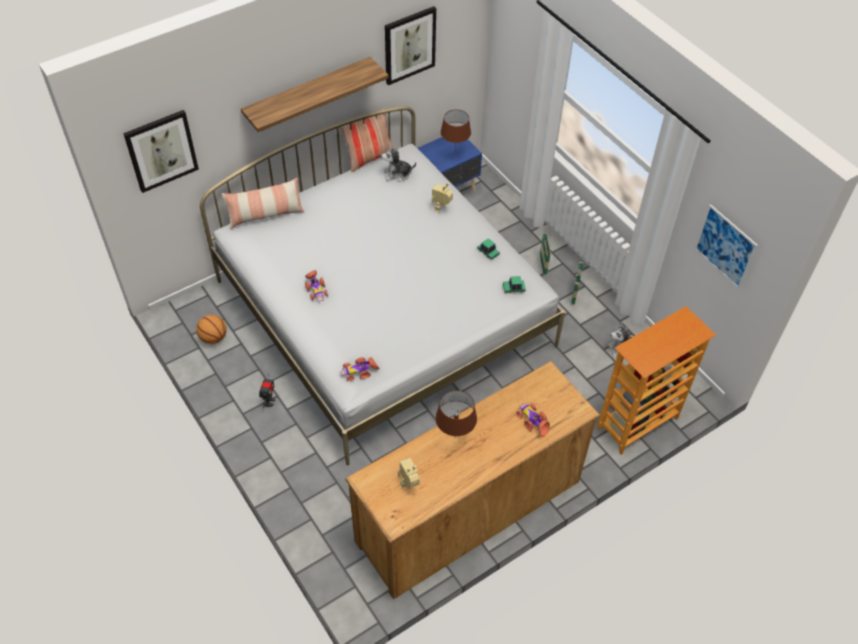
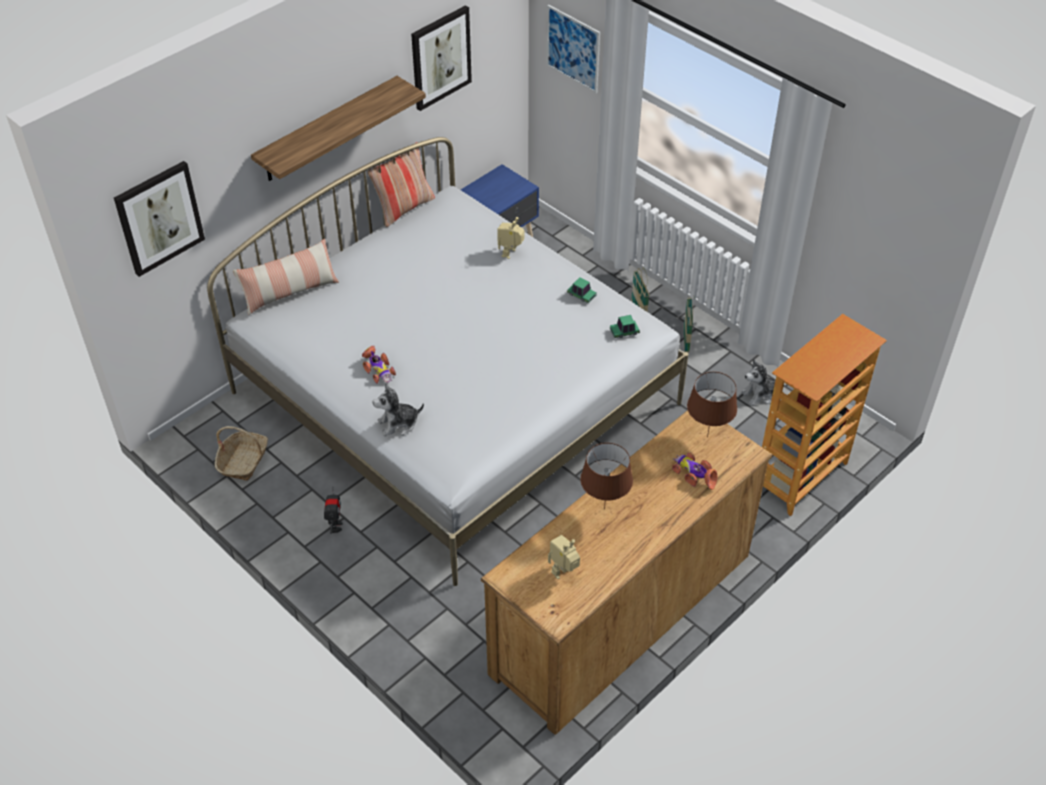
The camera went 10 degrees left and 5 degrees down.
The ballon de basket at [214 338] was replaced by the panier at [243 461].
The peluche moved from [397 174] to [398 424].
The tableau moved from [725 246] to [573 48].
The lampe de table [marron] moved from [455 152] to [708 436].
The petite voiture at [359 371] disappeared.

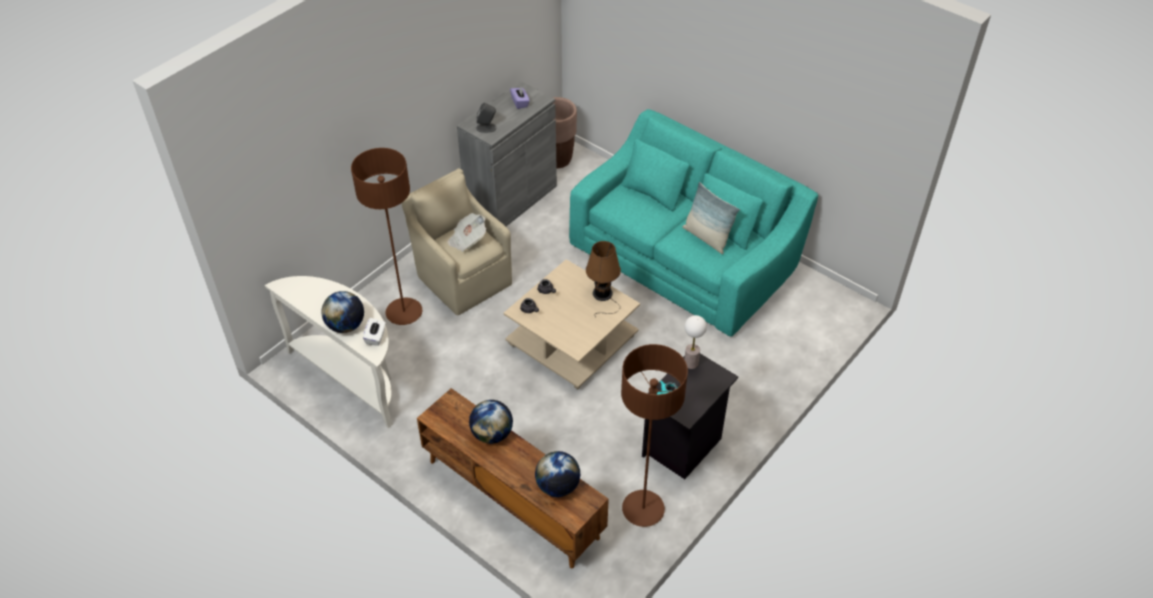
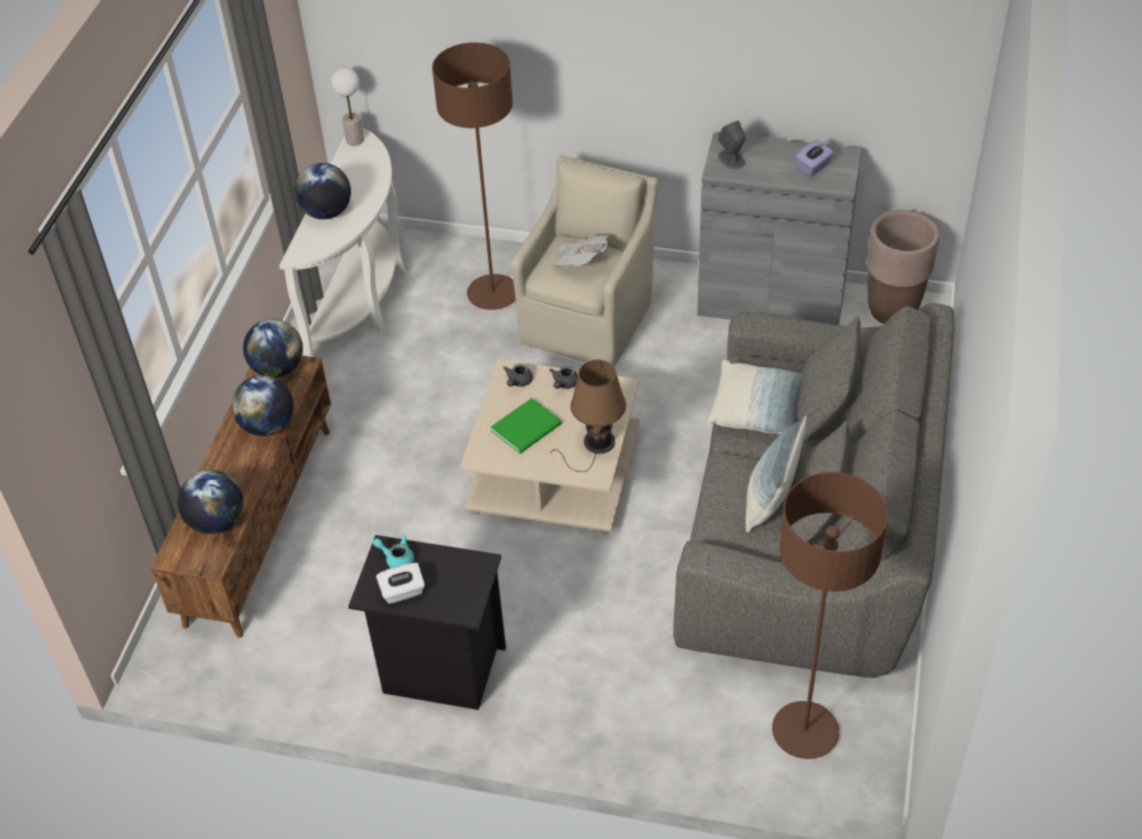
The camera went 65 degrees right and 0 degrees up.
The globe at [277 368] appeared.
The lampe de table moved from [691 363] to [355 140].
The boîte à mouchoirs [blanc] moved from [376 337] to [402 592].
The livre [vert] at [528 427] appeared.
The canapé [turquoise] at [684 256] became the canapé [gris] at [810 531].
The coussin at [757 409] appeared.
The lampadaire [marron] moved from [643 509] to [805 732].

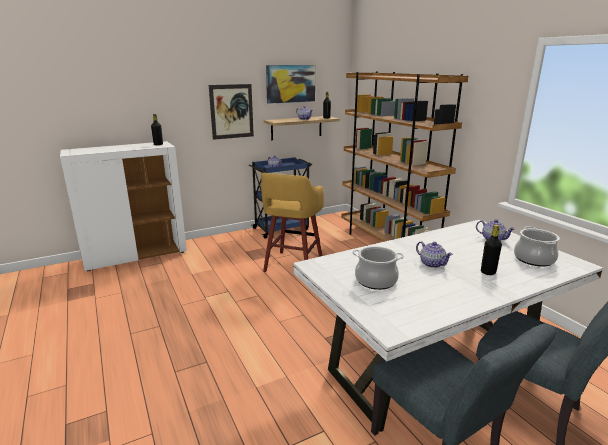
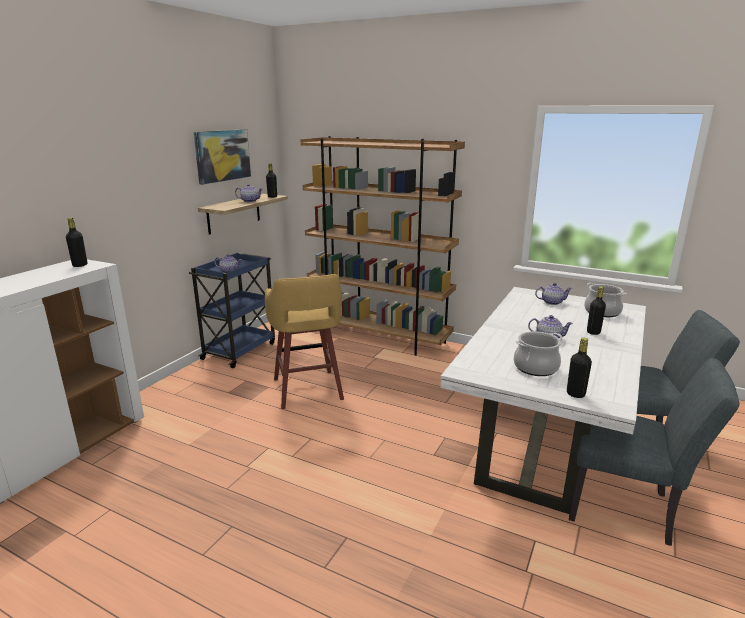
The camera went 35 degrees left and 0 degrees up.
The bouteille [noir] at [575 394] appeared.
The tableau at [231 111] disappeared.

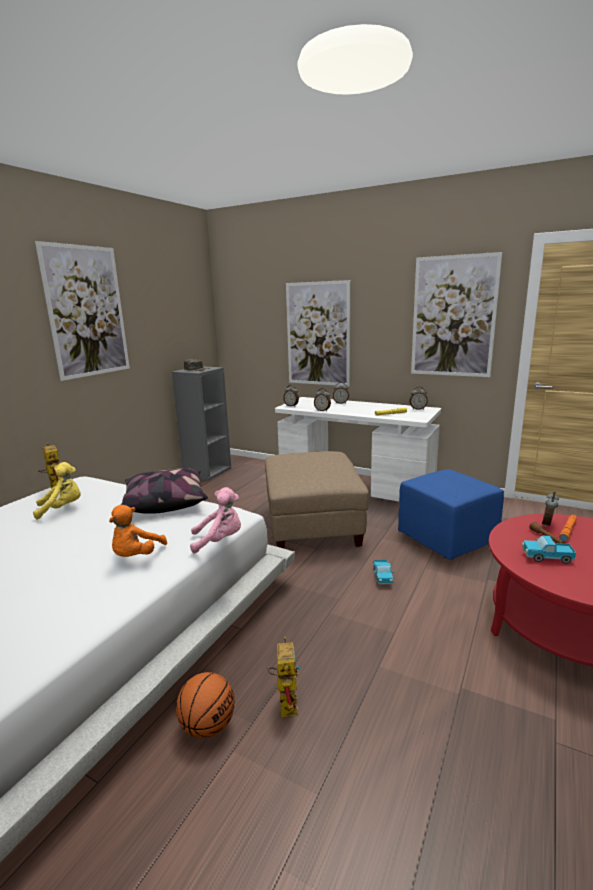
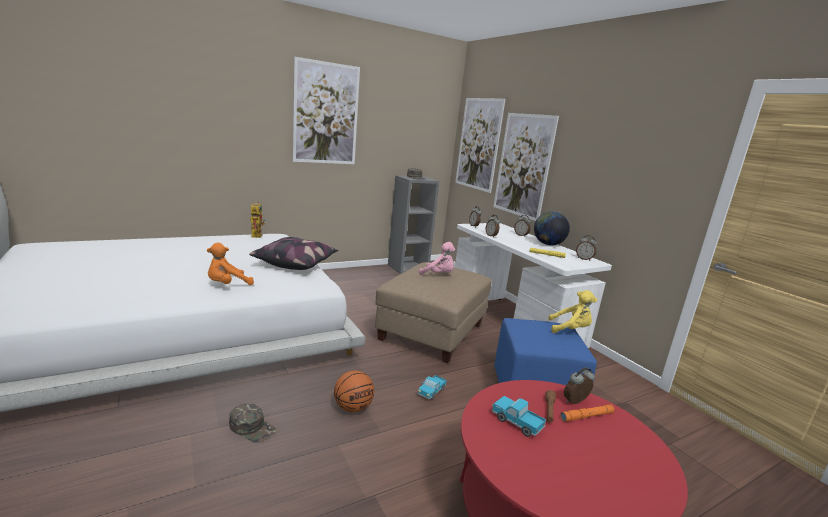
The camera went 30 degrees right and 0 degrees up.
The robot jouet at [285 701] was replaced by the casquette [vert] at [252 427].
The ballon de basket moved from [208 726] to [353 408].
The peluche [rose] moved from [219 541] to [438 275].
The tableau moved from [453 317] to [478 144].
The globe at [548 244] appeared.
The peluche [jaune] moved from [62 509] to [570 329].

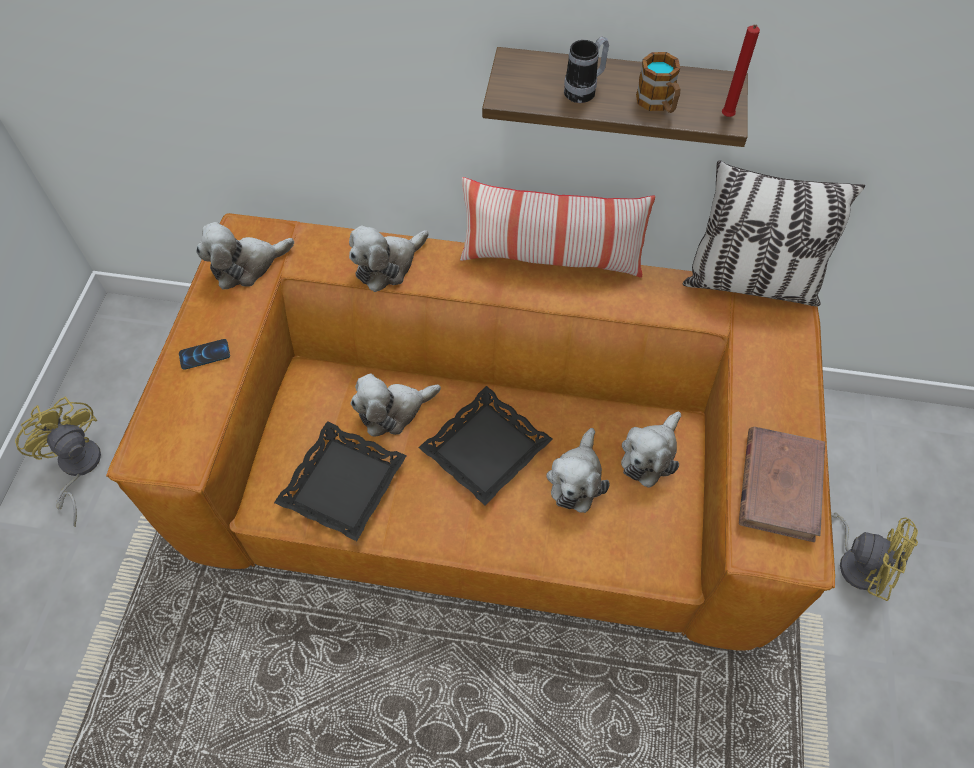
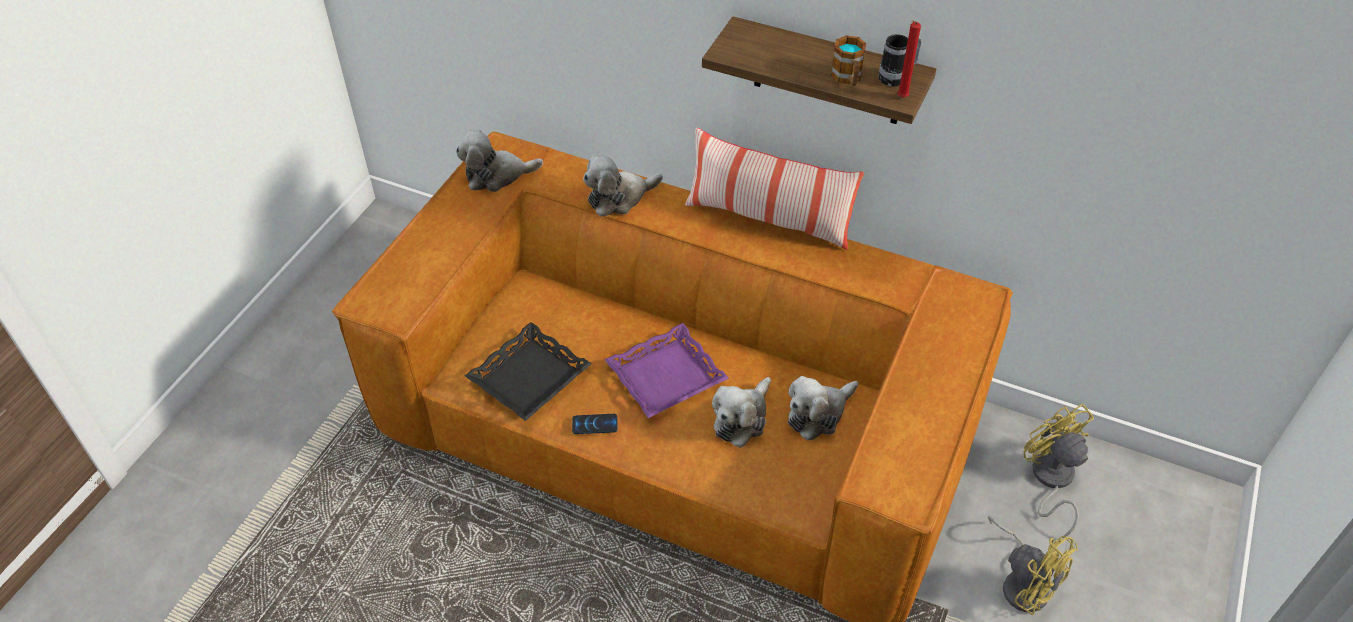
The camera went 15 degrees right and 10 degrees down.
The téléphone moved from [204 355] to [594 424].
The plateau [noir] at [485 448] became the plateau [violet] at [666 376].
The mug moved from [584 91] to [897 77].
The ventilateur [jaune] moved from [77 468] to [1050 480].
The peluche at [393 411] disappeared.
The coussin at [750 283] disappeared.
The livre [marron] at [779 485] disappeared.

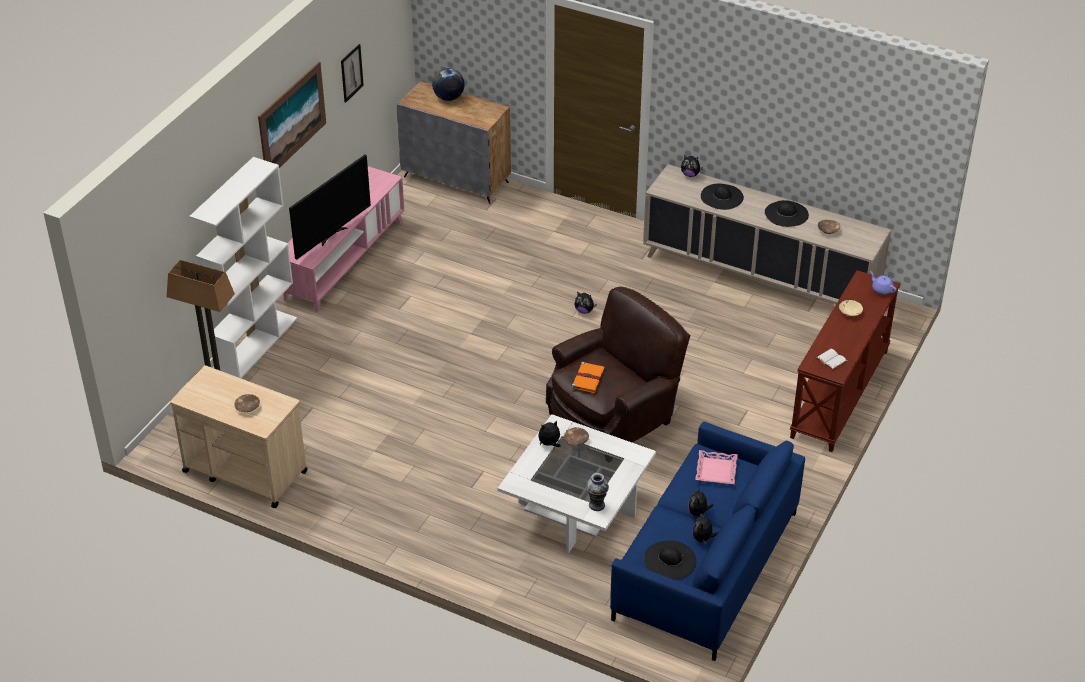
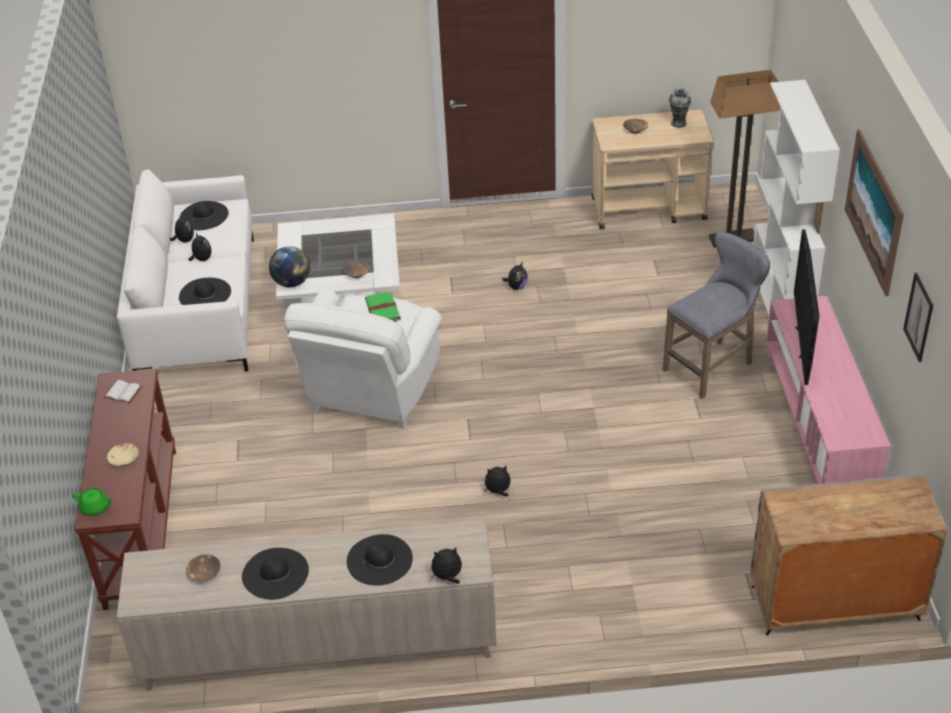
The camera went 150 degrees right and 0 degrees up.
The théière [violet] at [881 289] became the théière [vert] at [95 508].
The canapé [bleu] at [705 565] became the canapé [blanc] at [198 306].
The plateau [rose] at [715 470] was replaced by the chapeau [noir] at [205 294].
The globe moved from [448 98] to [292 283].
The fauteuil [marron] at [614 416] became the fauteuil [blanc] at [371 392].
The livre [orange] at [588 378] became the livre [vert] at [383 310].
The peluche moved from [549 444] to [516 287].
The tabouret [gris] at [713 366] appeared.
The vase moved from [597 505] to [678 123].

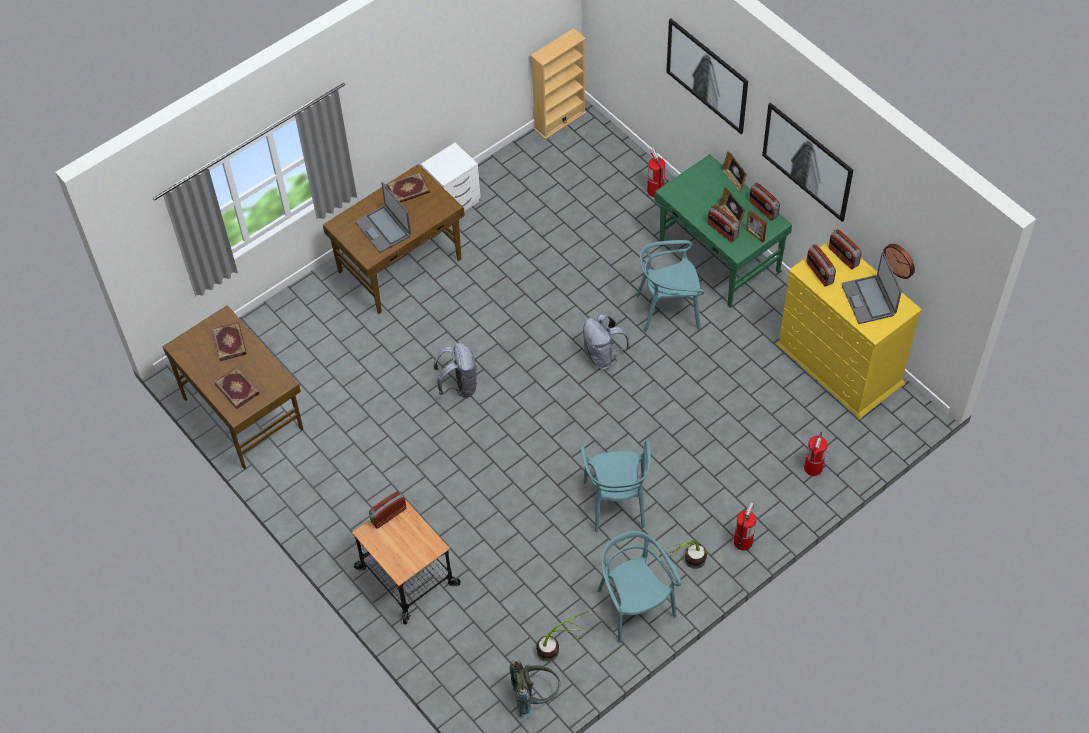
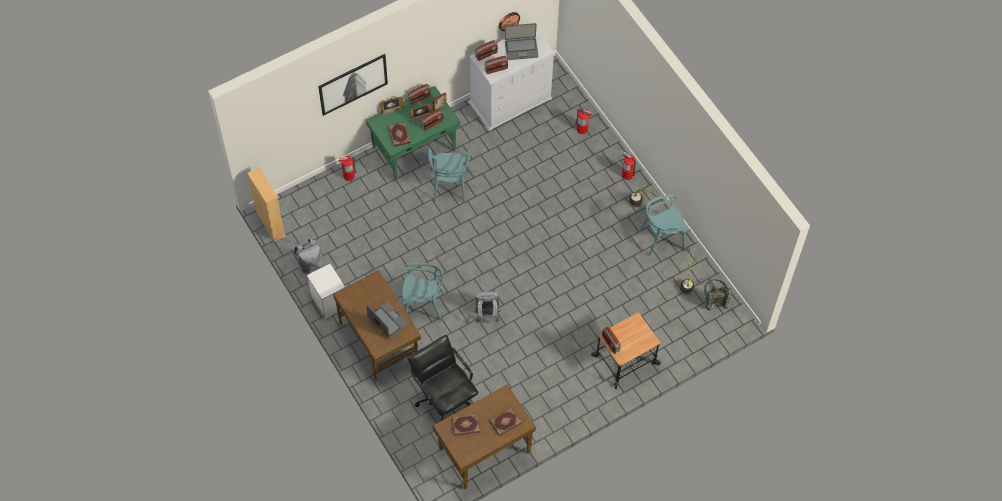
The camera went 85 degrees left and 5 degrees up.
The sac à dos [gris] moved from [603 356] to [310 264].
The ordinateur portable at [384 229] turned 105 degrees counterclockwise.
The livre moved from [408 190] to [399 135].
The chaise [turquoise] moved from [616 503] to [422 305].
The chaise de bureau [noir] at [443 397] appeared.
The commode [jaune] at [840 365] became the commode [blanc] at [510 100].
The tableau at [807 161] disappeared.

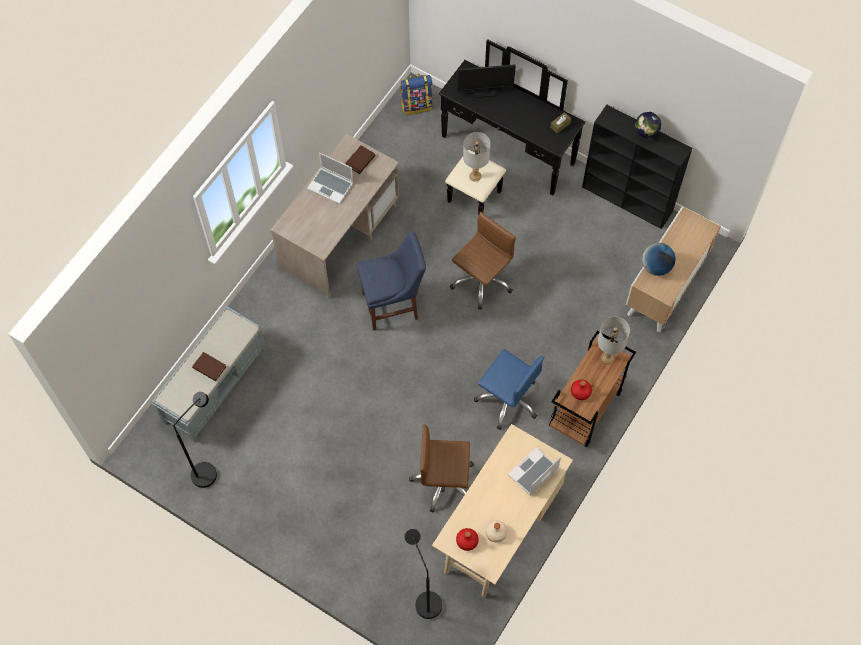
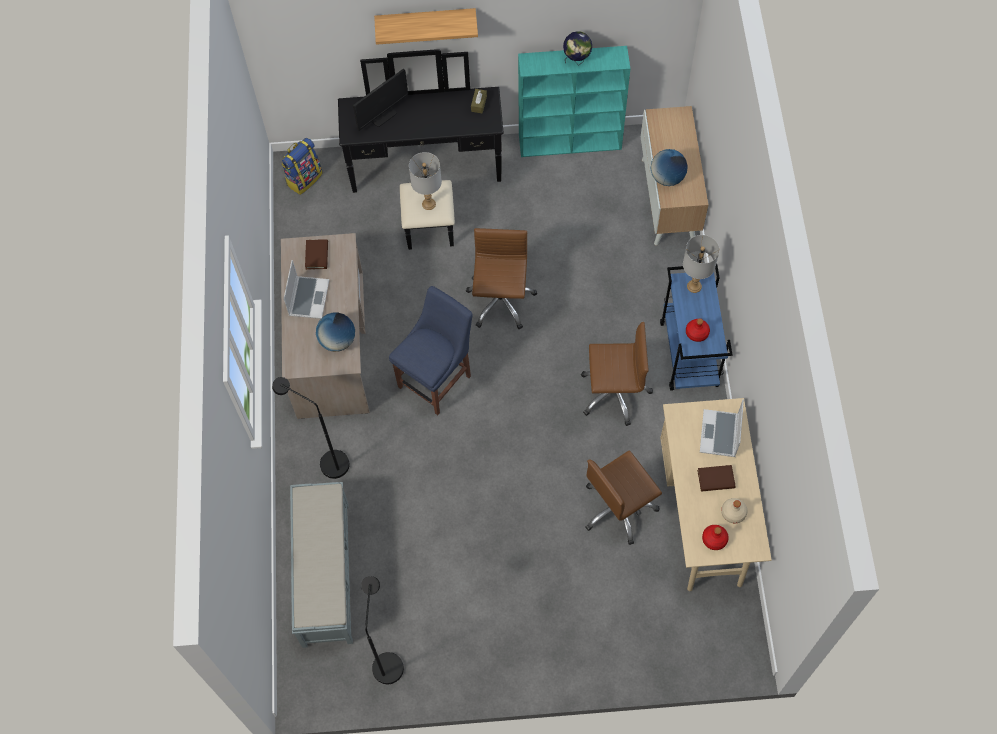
The camera went 35 degrees left and 0 degrees up.
The lampadaire [noir] moved from [424 598] to [327 462].
The ordinateur portable at [331 186] turned 75 degrees counterclockwise.
The globe at [337 341] appeared.
The étagère at [425 21] appeared.
The bibliothèque [noir] at [628 199] became the bibliothèque [turquoise] at [571 142].
The chaise de bureau [bleu] at [508 399] became the chaise de bureau [marron] at [614 392].
The chariot [marron] at [585 410] became the chariot [bleu] at [689 354].
The livre [marron] moved from [209 367] to [716 479].

